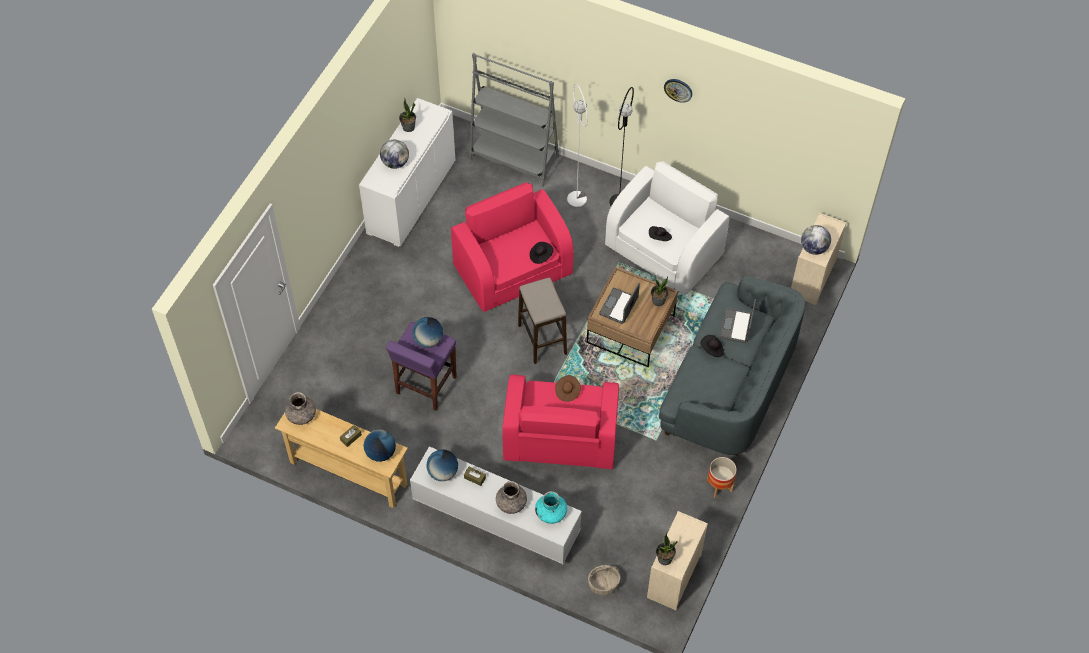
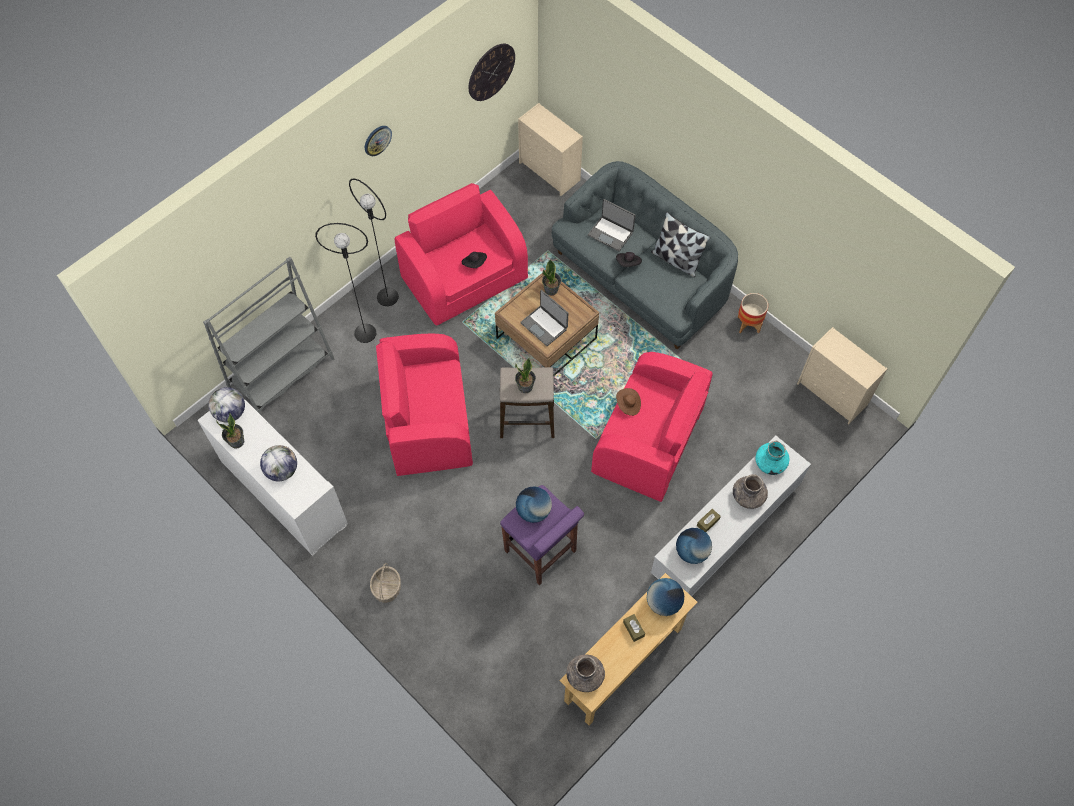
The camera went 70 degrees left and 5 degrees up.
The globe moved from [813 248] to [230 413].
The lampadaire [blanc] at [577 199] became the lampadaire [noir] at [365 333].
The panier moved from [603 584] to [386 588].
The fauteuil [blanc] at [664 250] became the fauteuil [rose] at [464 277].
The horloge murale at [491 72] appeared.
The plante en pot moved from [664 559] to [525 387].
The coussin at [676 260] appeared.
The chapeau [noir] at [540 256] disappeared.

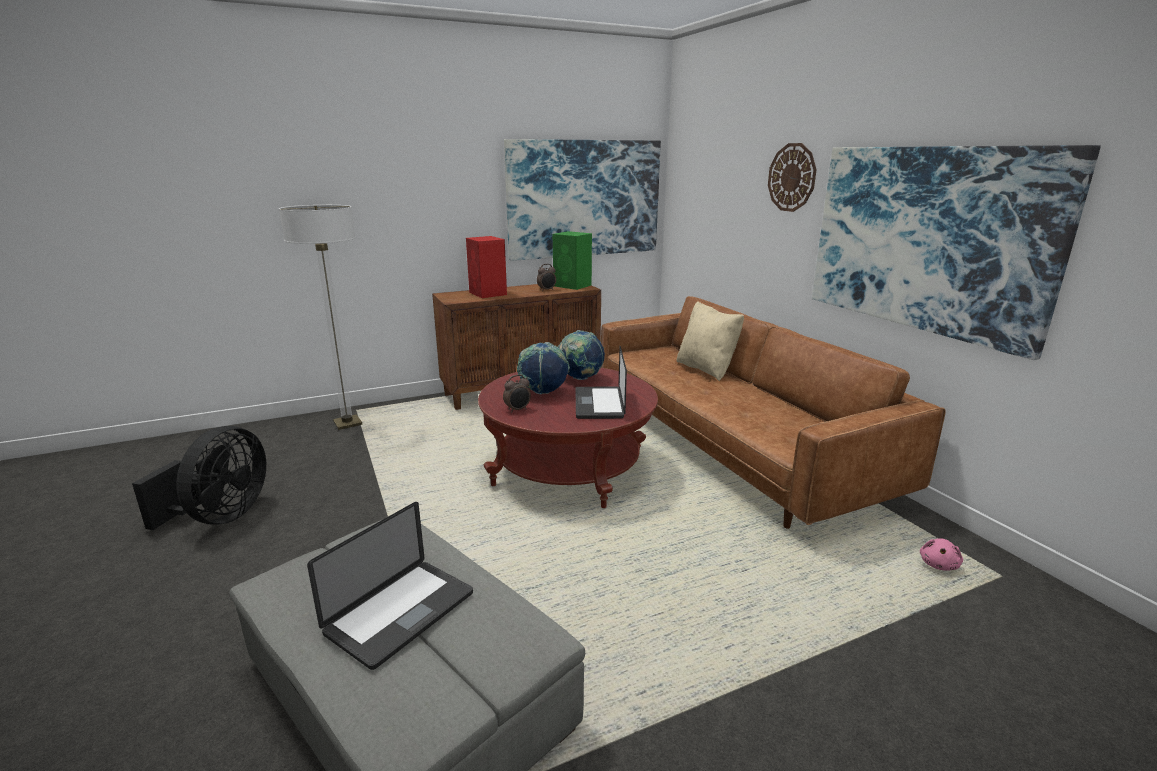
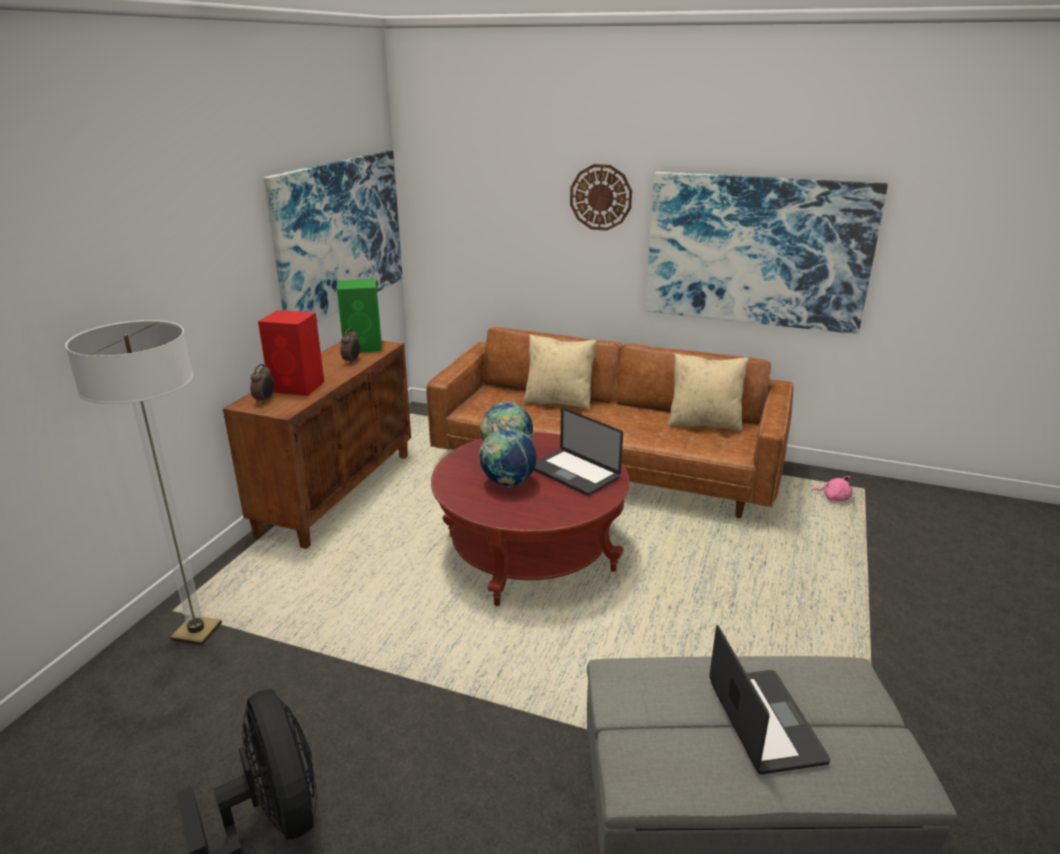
The camera went 45 degrees left and 5 degrees up.
The réveil moved from [518 410] to [265 400].
The coussin [beige] at [704 423] appeared.
The peluche [rose] at [939 564] turned 45 degrees counterclockwise.

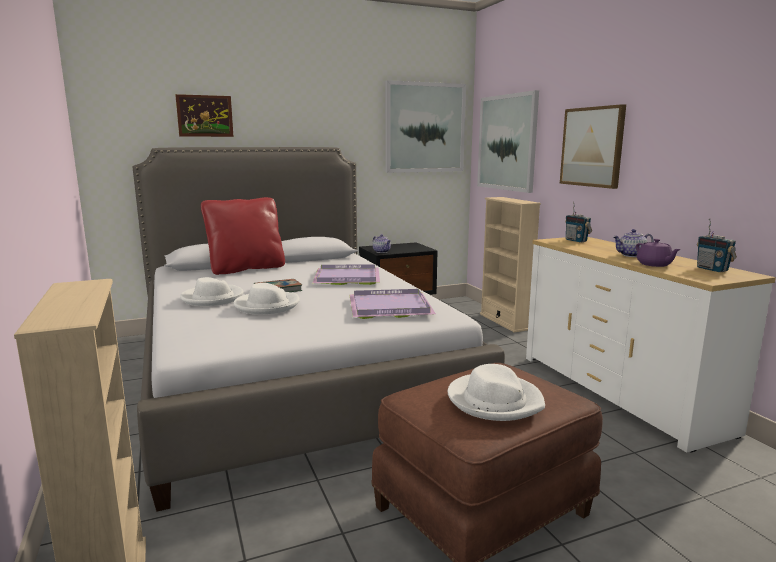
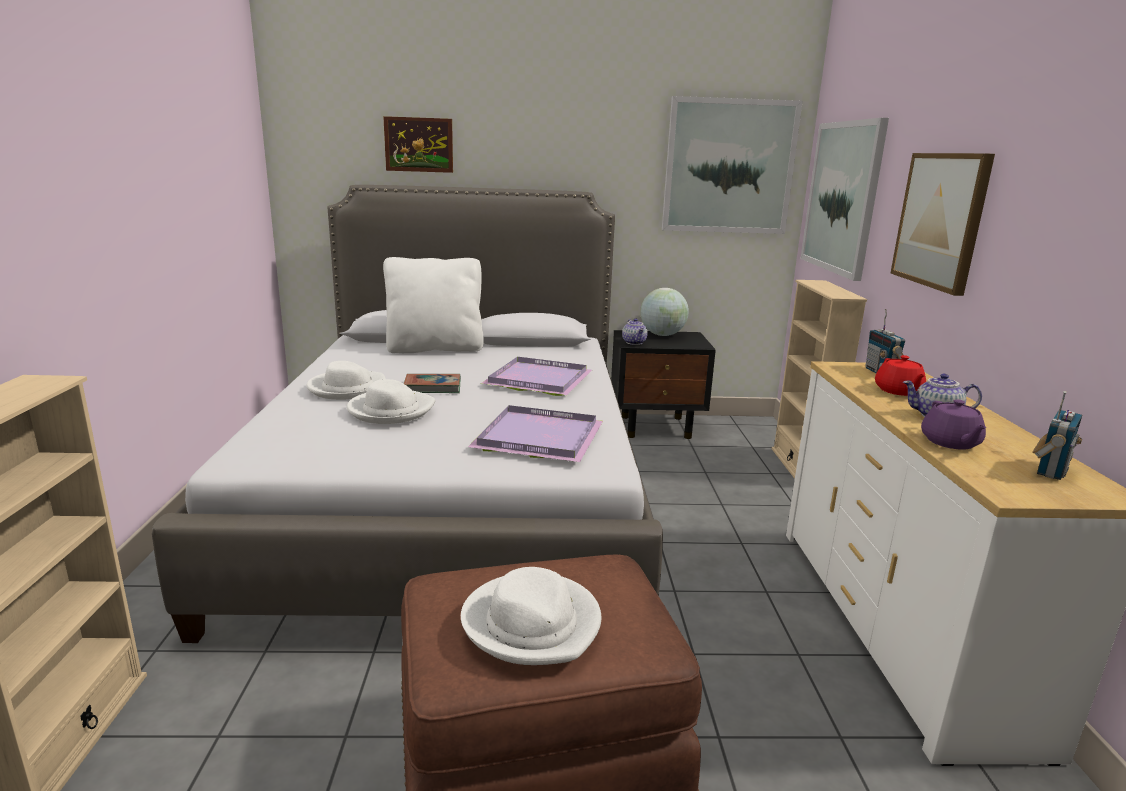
The camera went 20 degrees right and 5 degrees up.
The coussin [rouge] at [246 268] became the coussin [blanc] at [435 348].
The globe at [662 335] appeared.
The théière [rouge] at [898 391] appeared.
The radio at [712 269] turned 135 degrees counterclockwise.

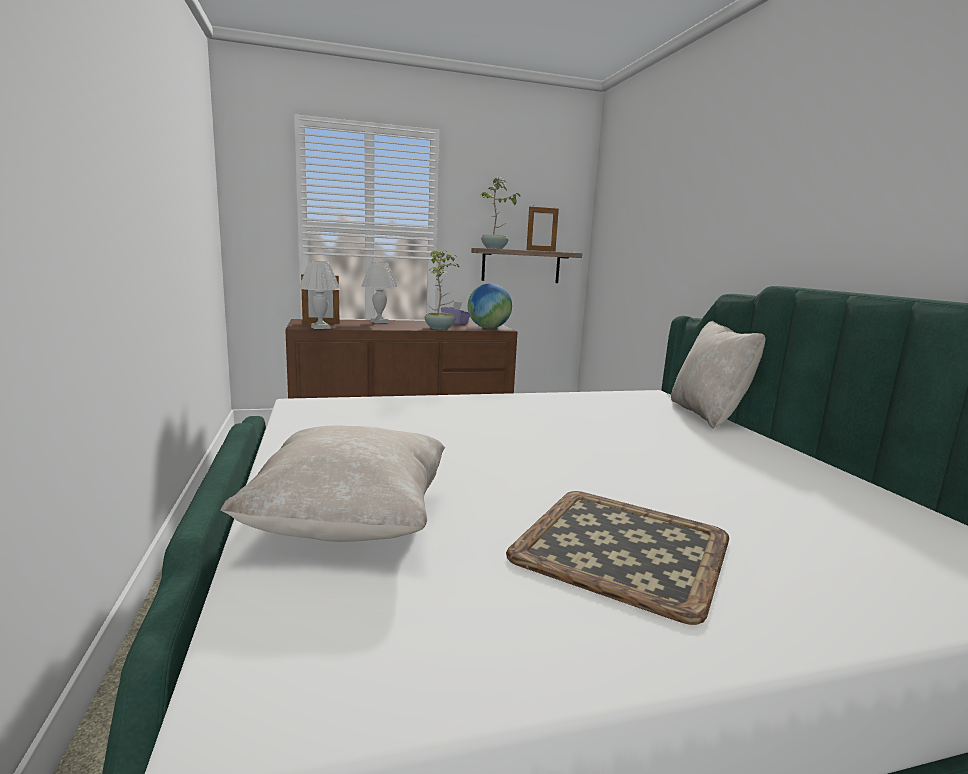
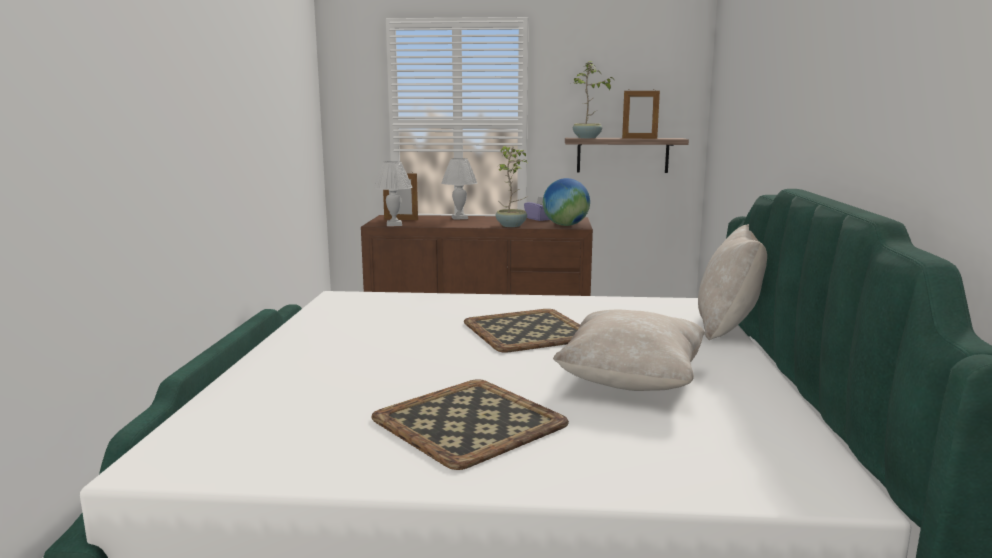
The camera went 20 degrees right and 0 degrees up.
The plateau at [527 331] appeared.
The coussin [beige] moved from [350 522] to [631 381].

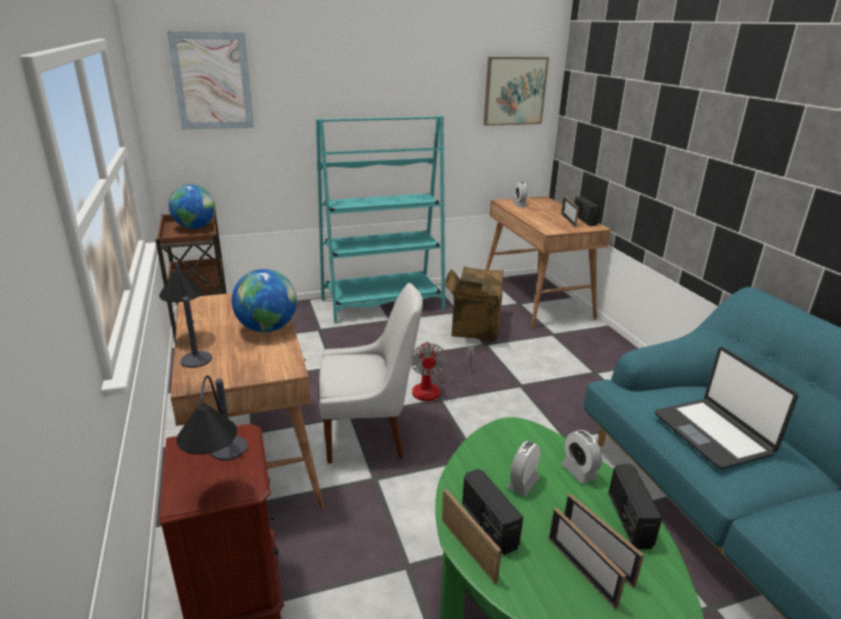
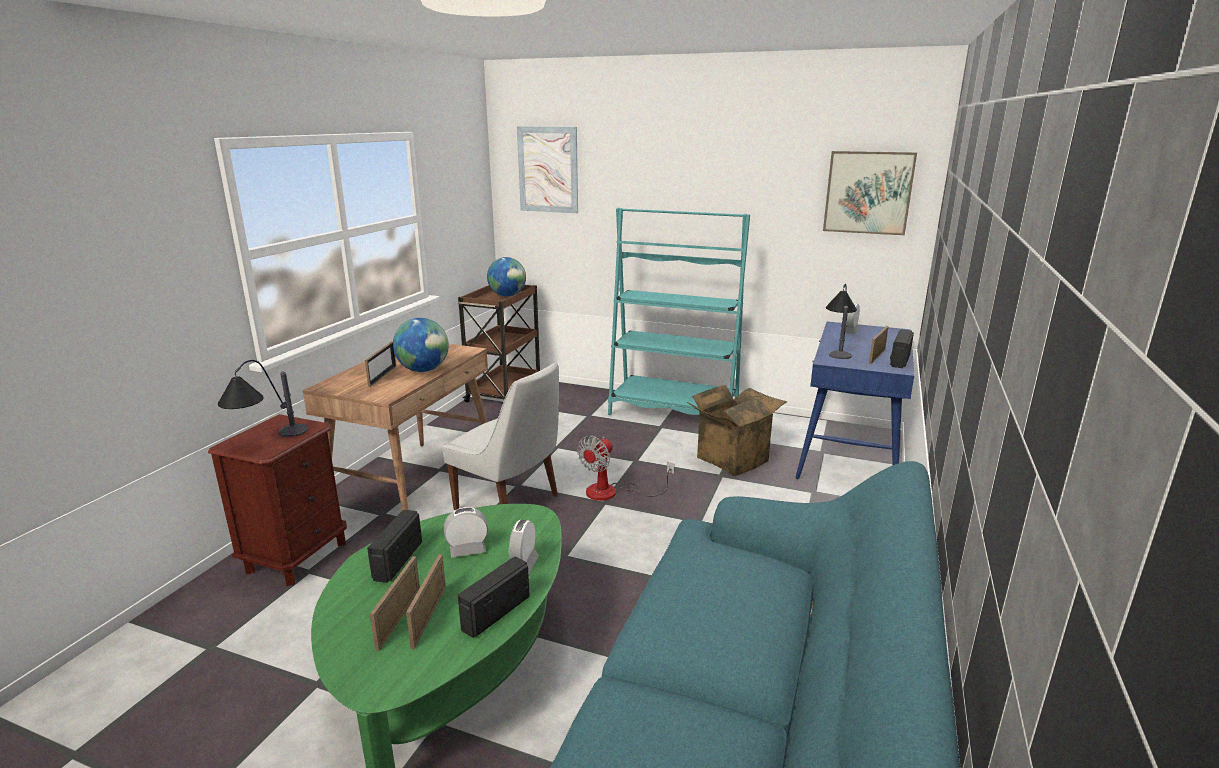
The camera went 40 degrees right and 5 degrees down.
The cadre photo moved from [468 549] to [382 376].
The bureau [marron] at [536 300] became the bureau [bleu] at [850 454].
The lampe de table moved from [191 346] to [837 348].
The ordinateur portable at [713 433] disappeared.

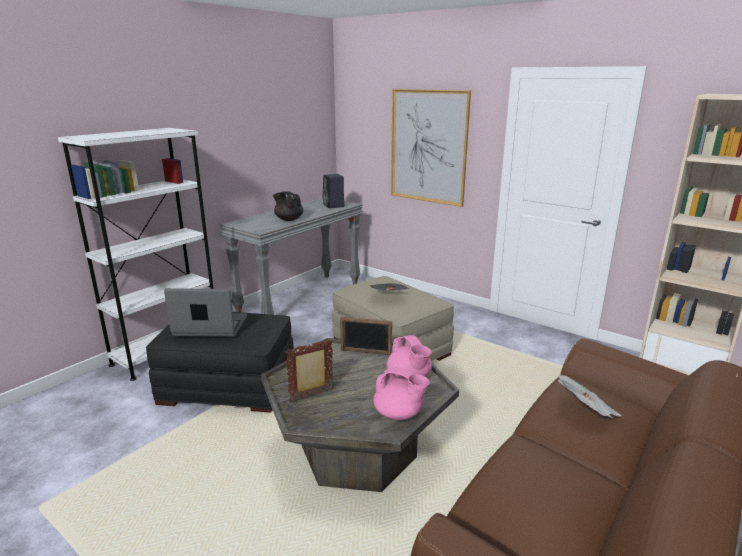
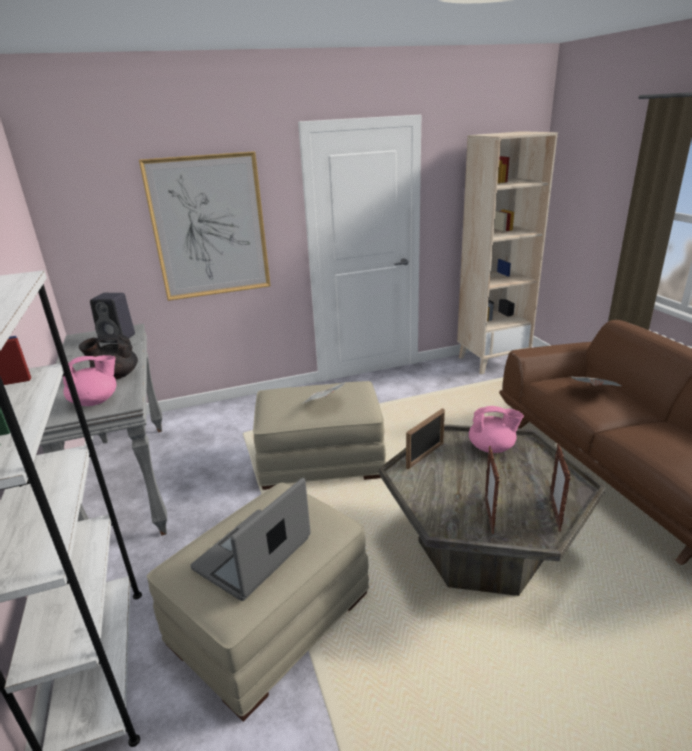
The camera went 55 degrees left and 5 degrees up.
The théière [rose] moved from [399 414] to [96 401].
The pouf [noir] at [227 385] became the pouf [beige] at [270 618].
The cadre photo at [555 514] appeared.

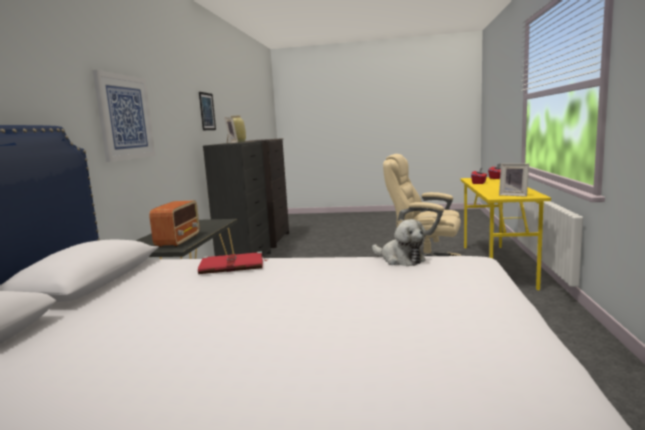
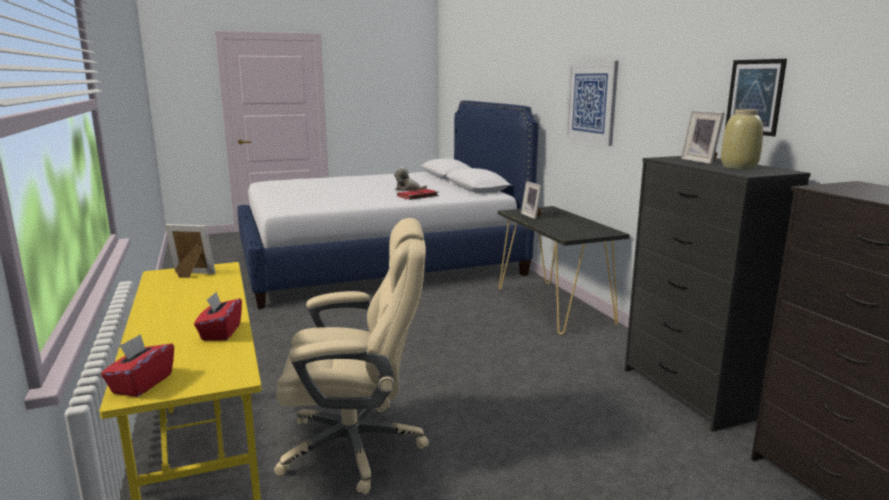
The camera went 150 degrees right and 5 degrees up.
The peluche moved from [400 259] to [408 189].
The radio at [178 240] was replaced by the cadre photo at [532 216].

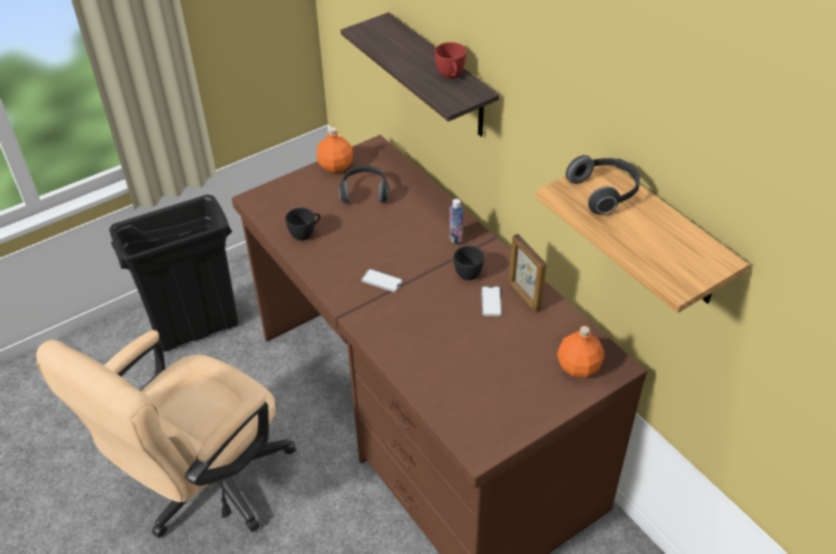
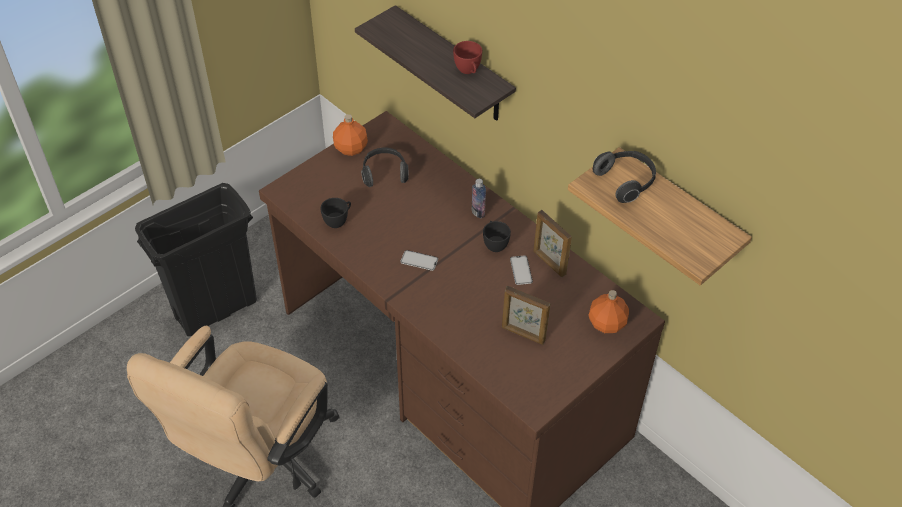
The camera went 10 degrees left and 5 degrees up.
The cadre photo at [523 334] appeared.

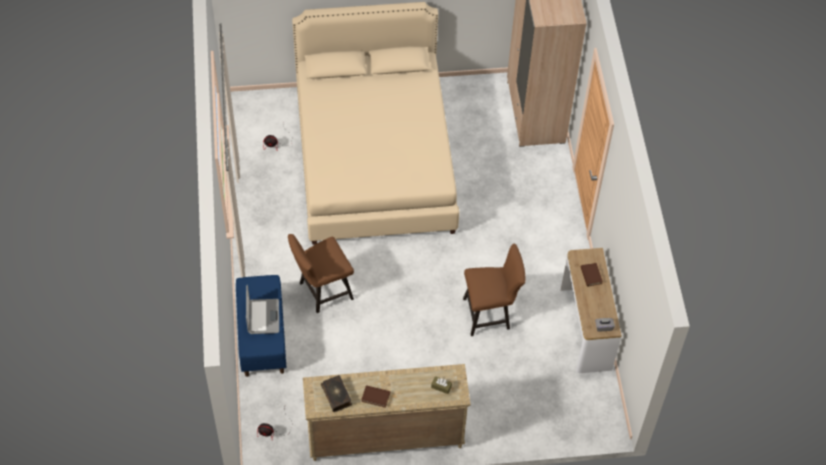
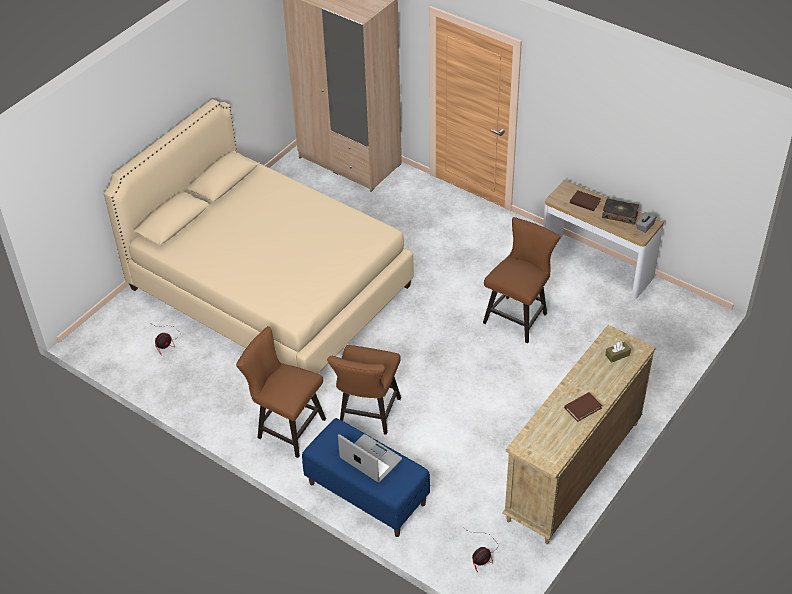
The camera went 45 degrees left and 10 degrees down.
The chaise [marron] at [286 427] appeared.
The livre moved from [337 395] to [620 215].

